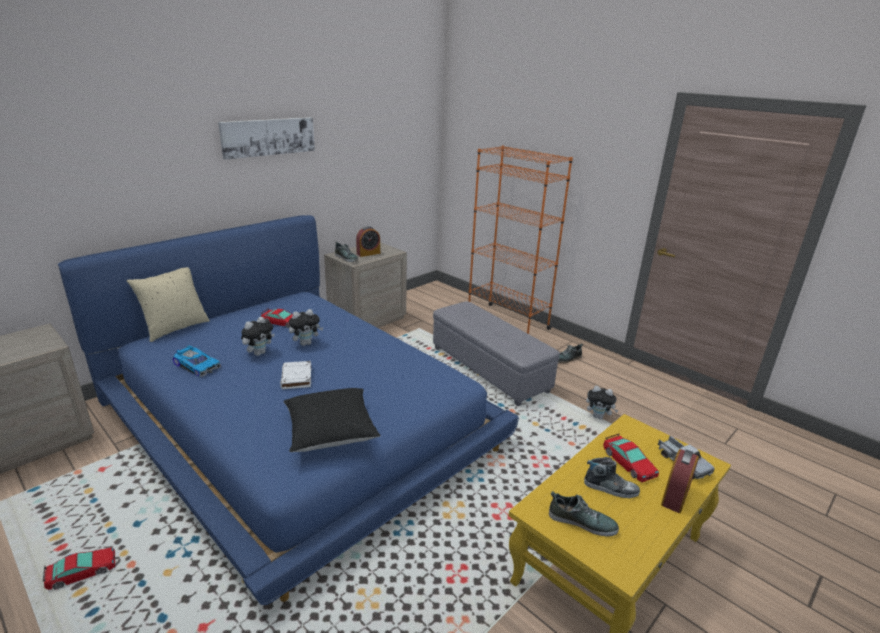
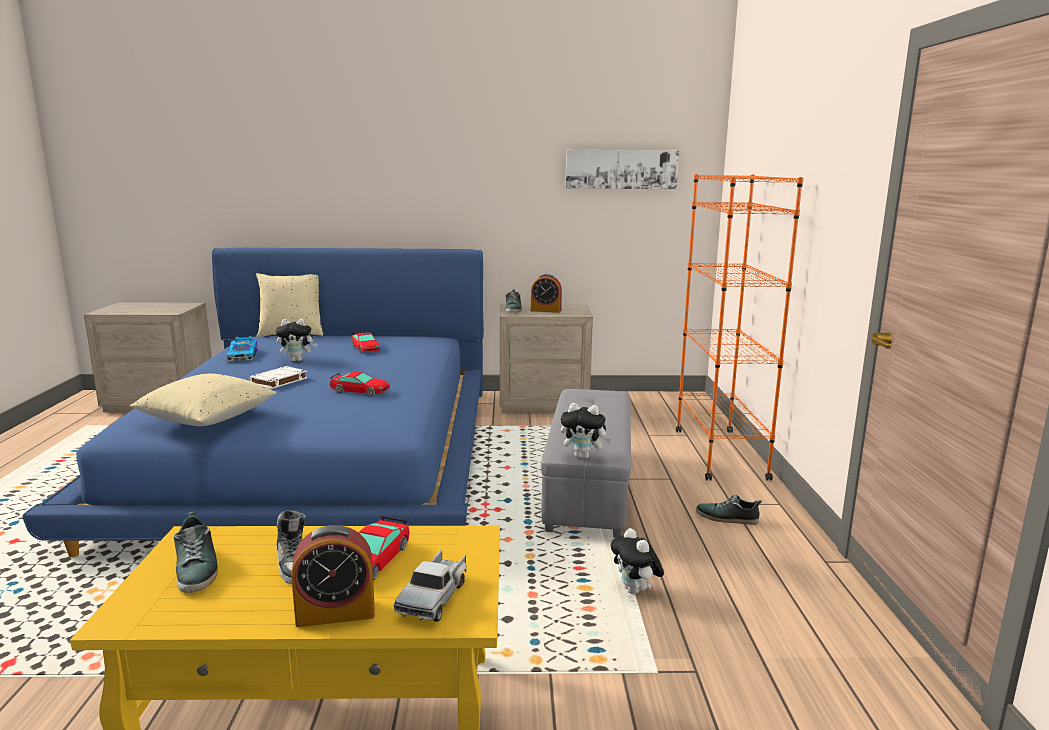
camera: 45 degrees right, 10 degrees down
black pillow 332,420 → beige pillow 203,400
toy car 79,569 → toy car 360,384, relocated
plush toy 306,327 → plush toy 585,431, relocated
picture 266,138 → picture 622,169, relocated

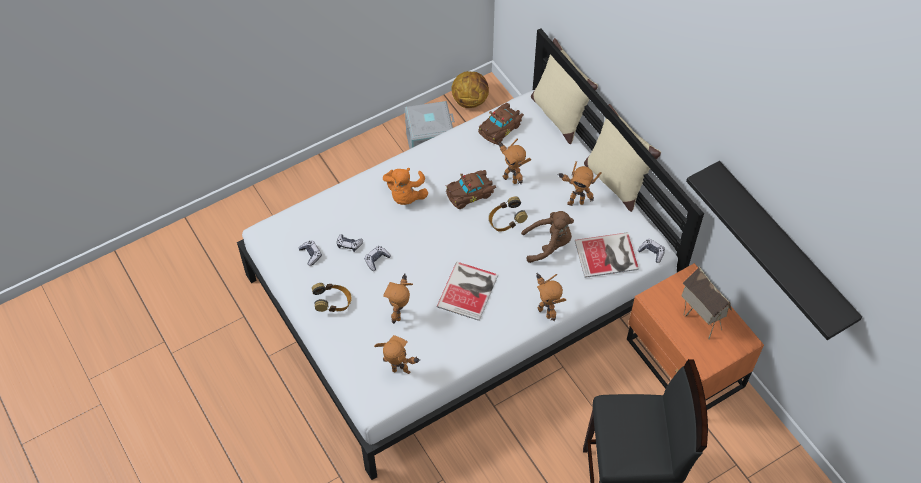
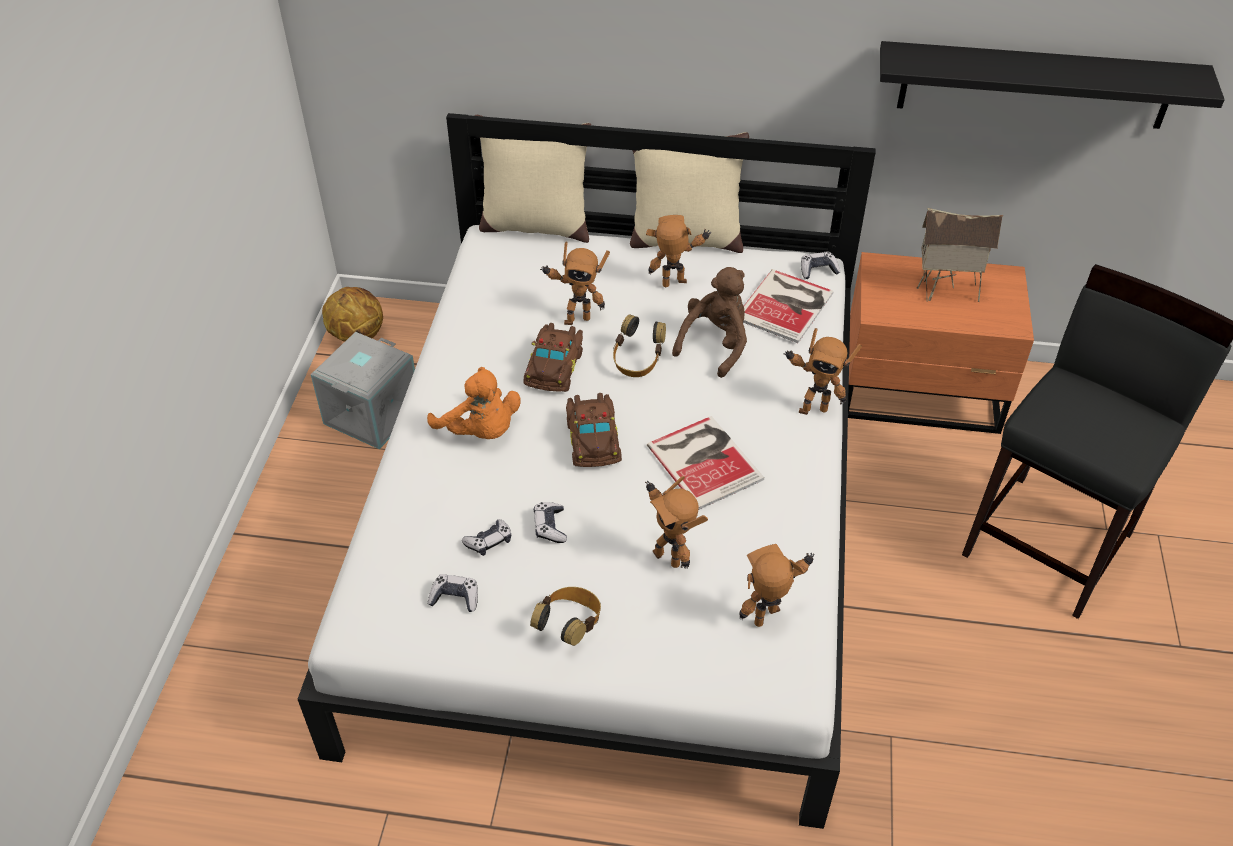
camera: 50 degrees left, 10 degrees down
brown toy car 501,124 → brown toy car 594,430, relocated
toy robot 580,183 → toy robot 679,251, 150 degrees counterclockwise

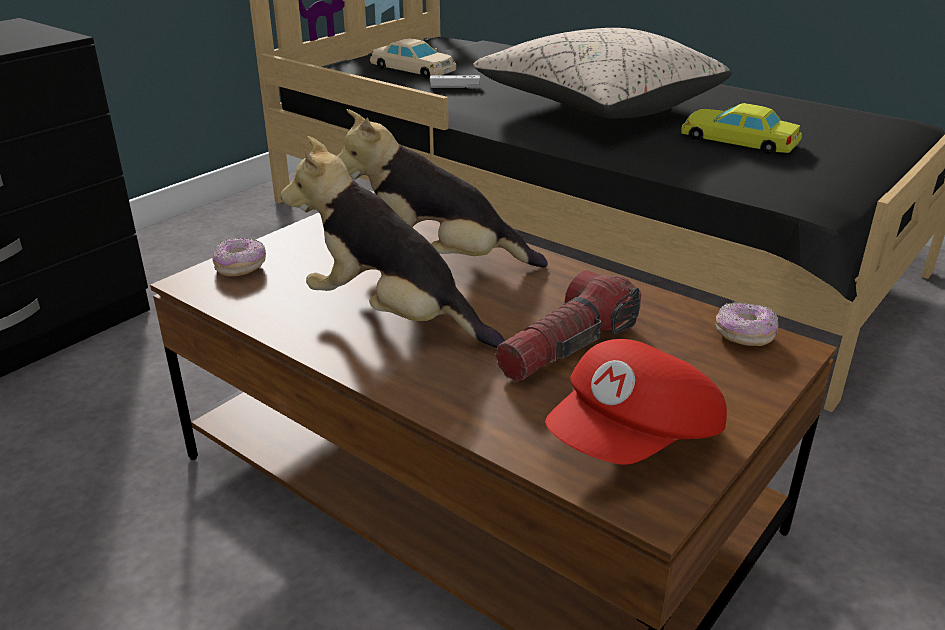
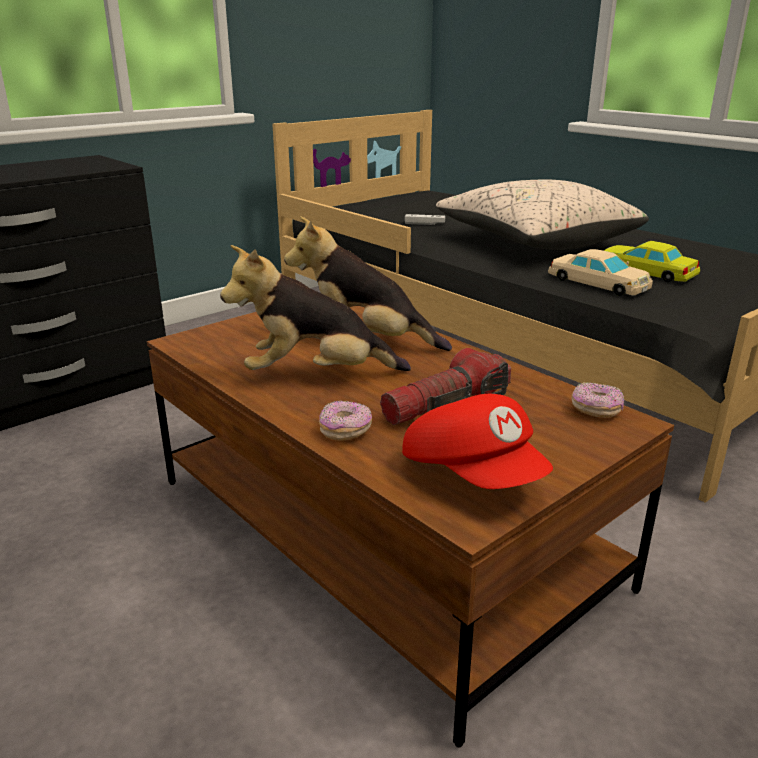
camera: 10 degrees right, 5 degrees down
plush toy 393,242 → plush toy 315,308, 45 degrees counterclockwise
donut 239,257 → donut 345,420, relocated
red cap 636,402 → red cap 477,441, 90 degrees counterclockwise
beige toy car 413,58 → beige toy car 600,272, relocated

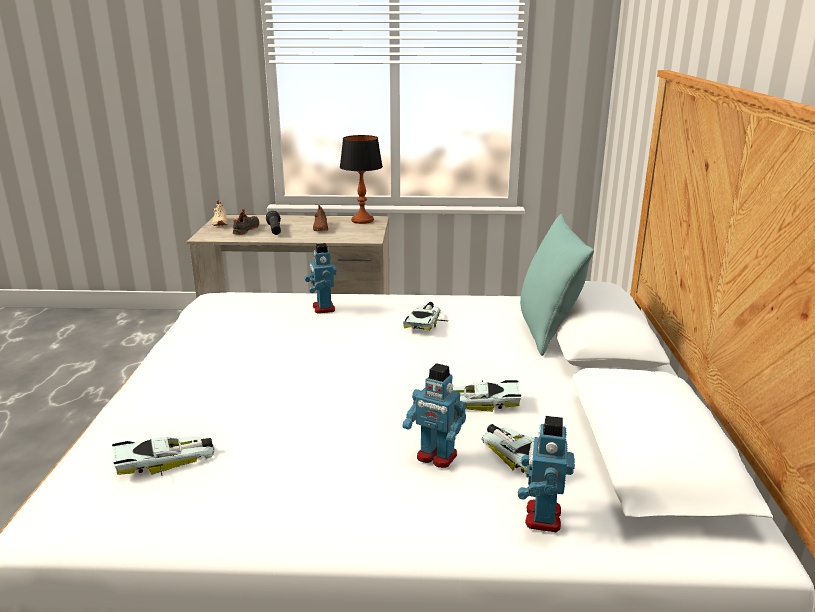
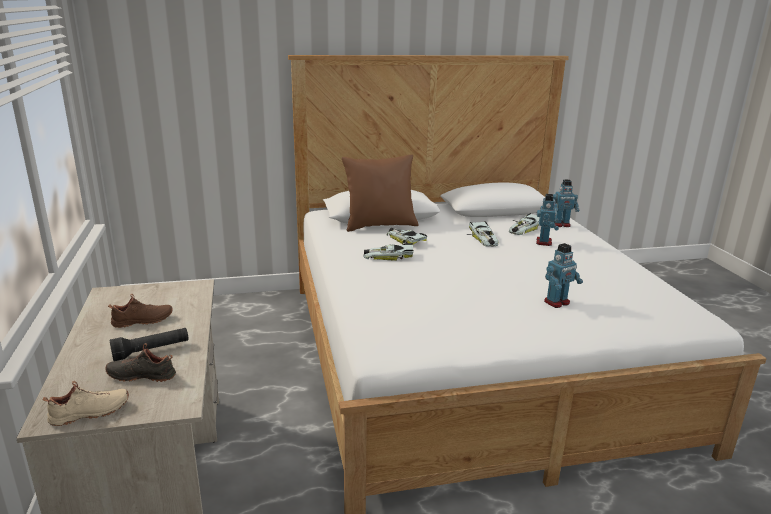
camera: 105 degrees left, 0 degrees up
turquoise pillow 557,285 → brown pillow 380,193
toy car 163,456 → toy car 407,236, relocated
toy robot 320,278 → toy robot 563,275, relocated
table lamp 361,179 → -

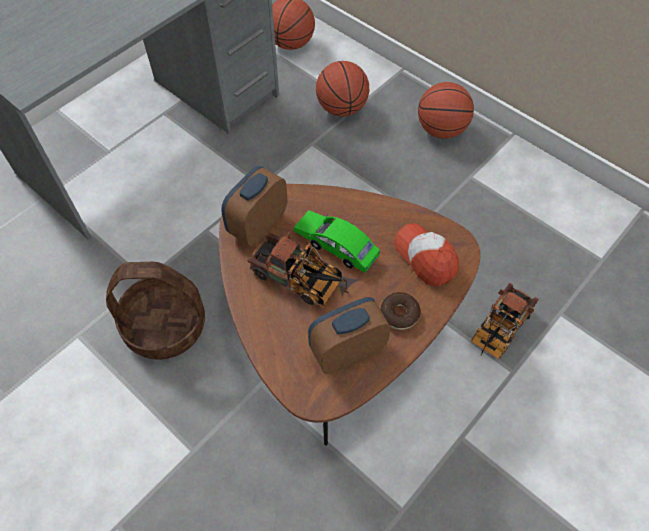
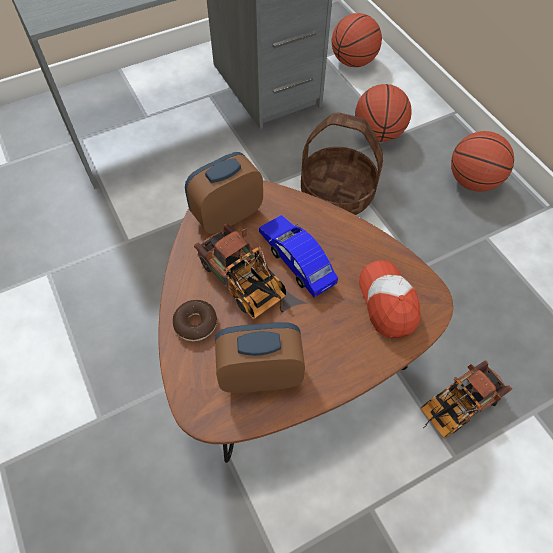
camera: 20 degrees right, 0 degrees up
donut 400,311 → donut 195,321, relocated
green toy car 337,242 → blue toy car 298,256
basket 155,311 → basket 342,164, relocated

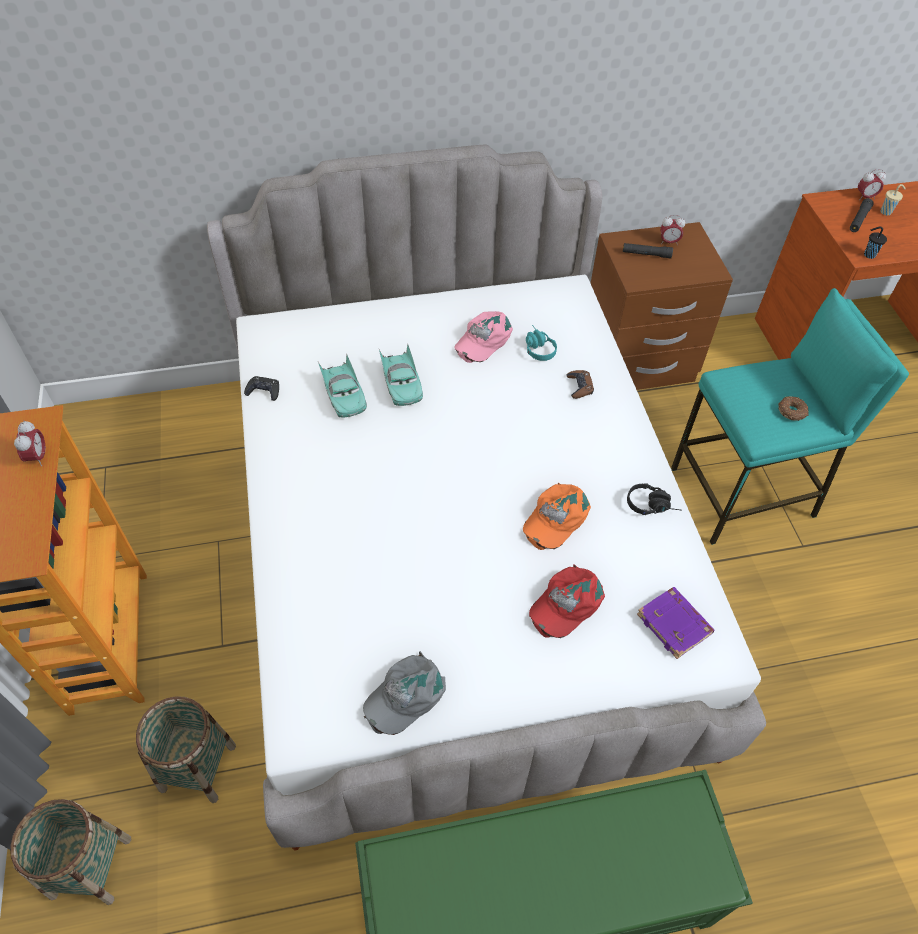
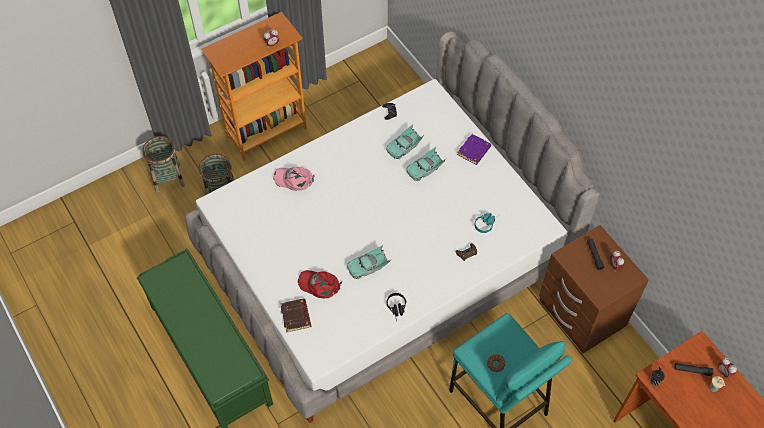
camera: 70 degrees right, 5 degrees up
pink cap 483,337 → pink cap 294,179, relocated
- → brown book 295,315
orange cap 557,516 → turquoise toy car 368,262
purple book 675,623 → purple book 474,149, relocated
grey cap 404,693 → -

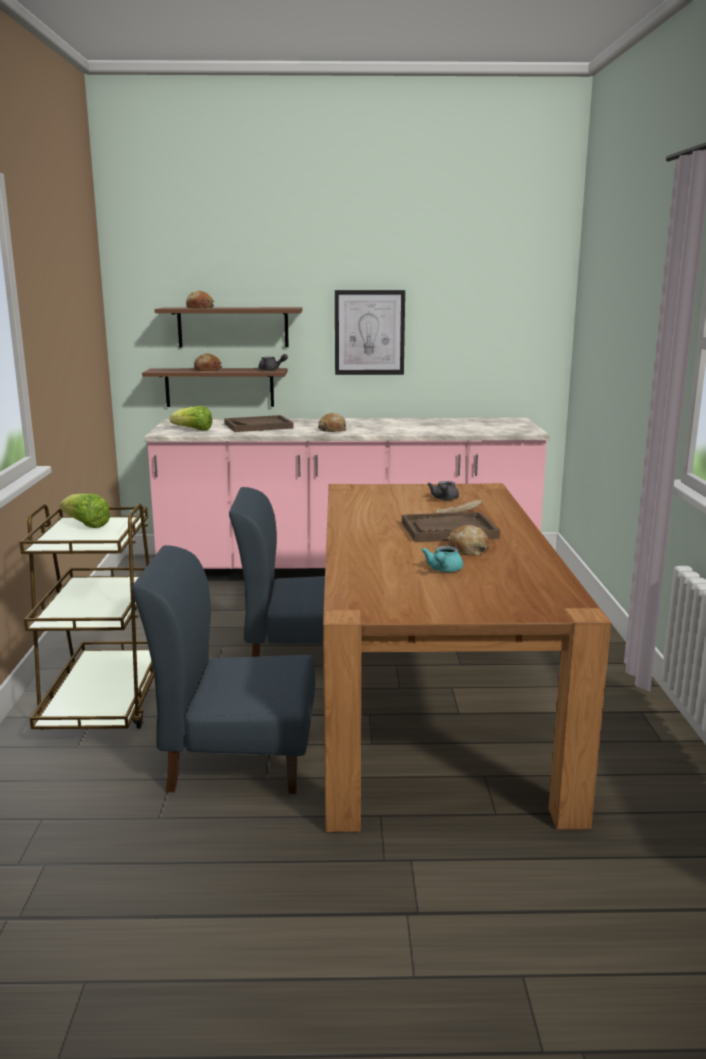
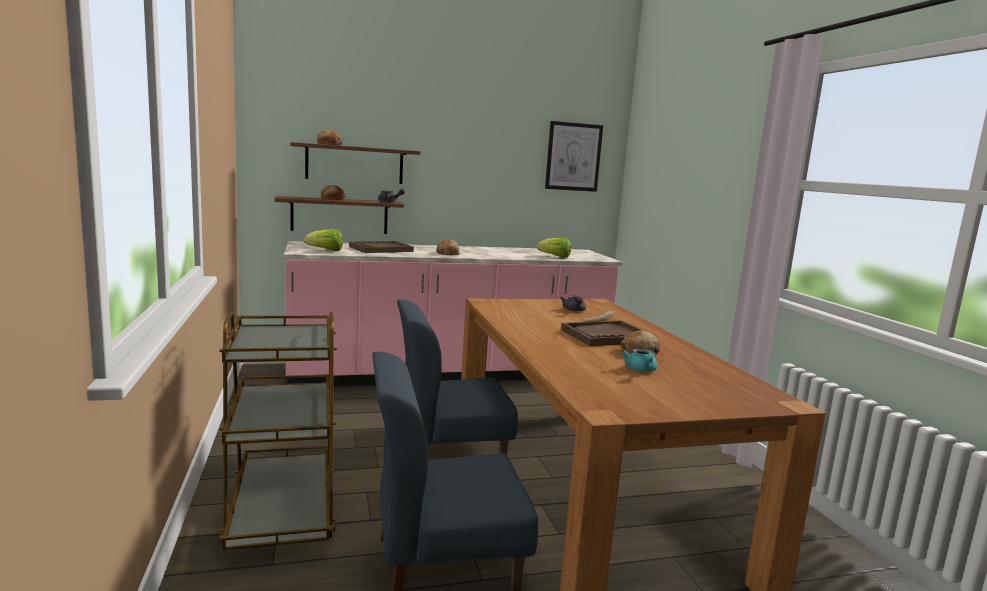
camera: 15 degrees left, 5 degrees down
lettuce 85,510 → lettuce 554,248, relocated
picture 370,332 → picture 574,156, relocated

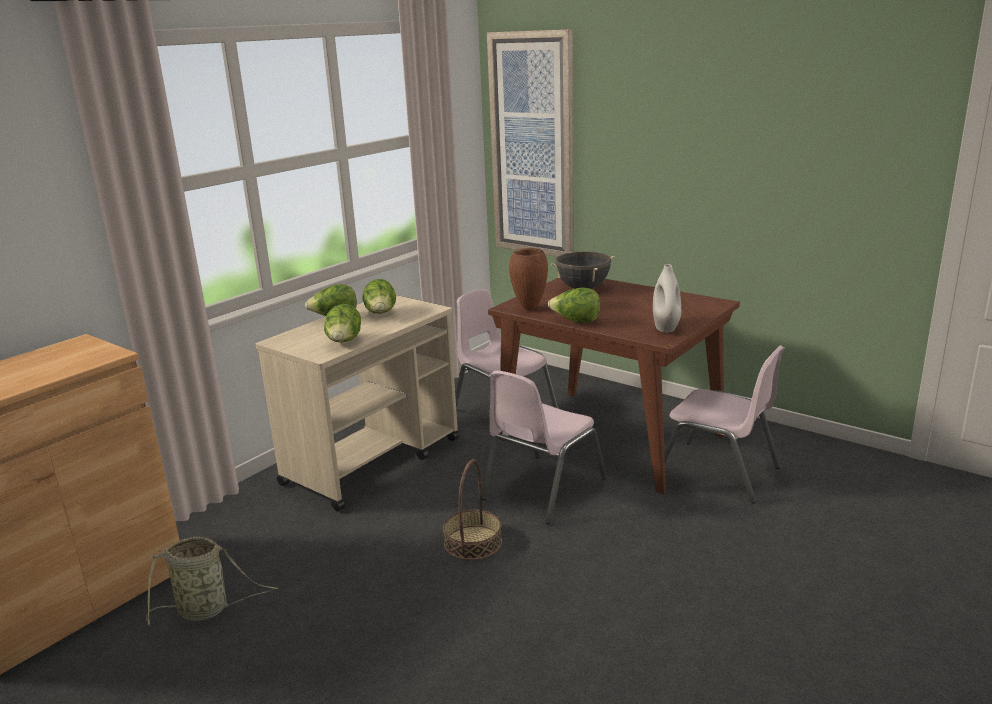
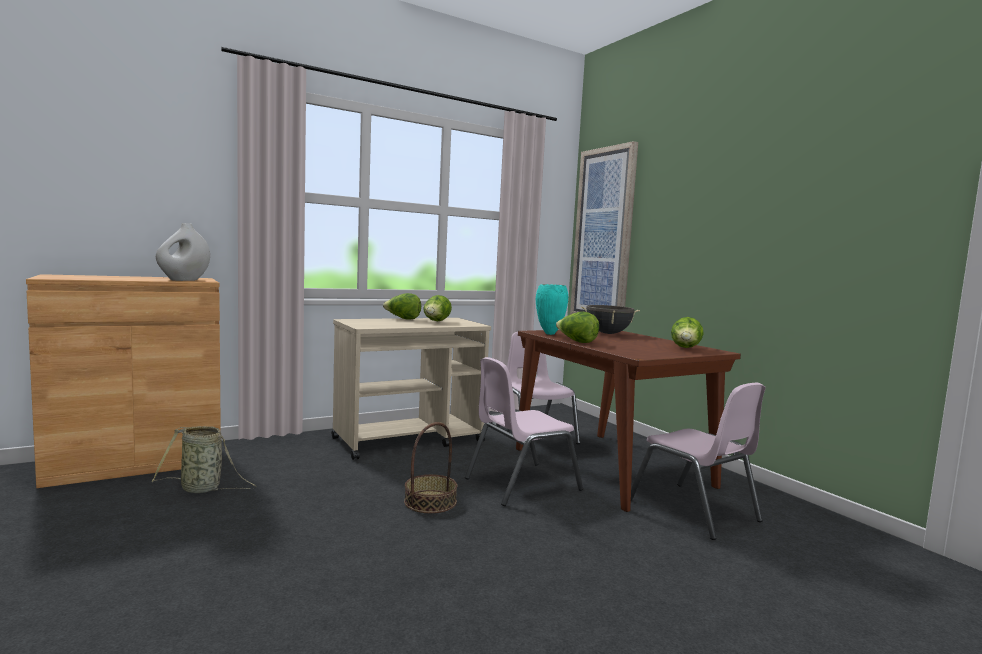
camera: 20 degrees right, 15 degrees down
white vase 667,298 → white vase 183,252, relocated
brown vase 528,279 → turquoise vase 552,309
lettuce 342,323 → lettuce 687,332, relocated

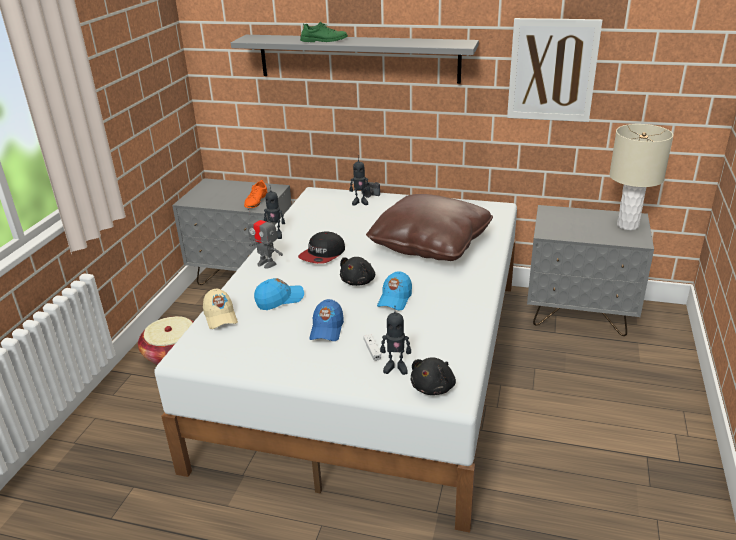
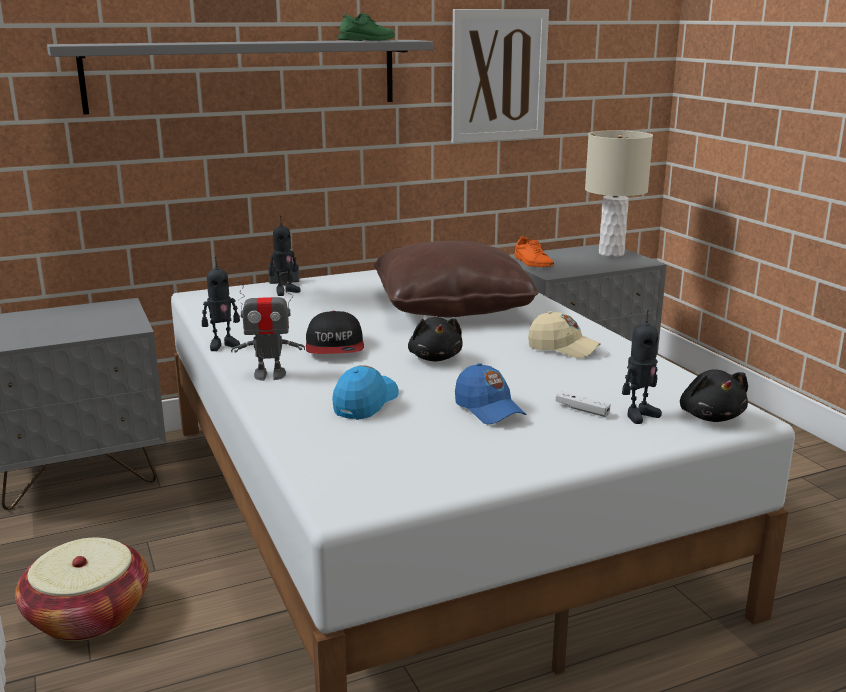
camera: 40 degrees left, 10 degrees down
green shoe 324,32 → green shoe 366,27, relocated
orange shoe 256,194 → orange shoe 534,251, relocated
beige cap 220,309 → beige cap 564,334, relocated
blue cap 394,291 → -

